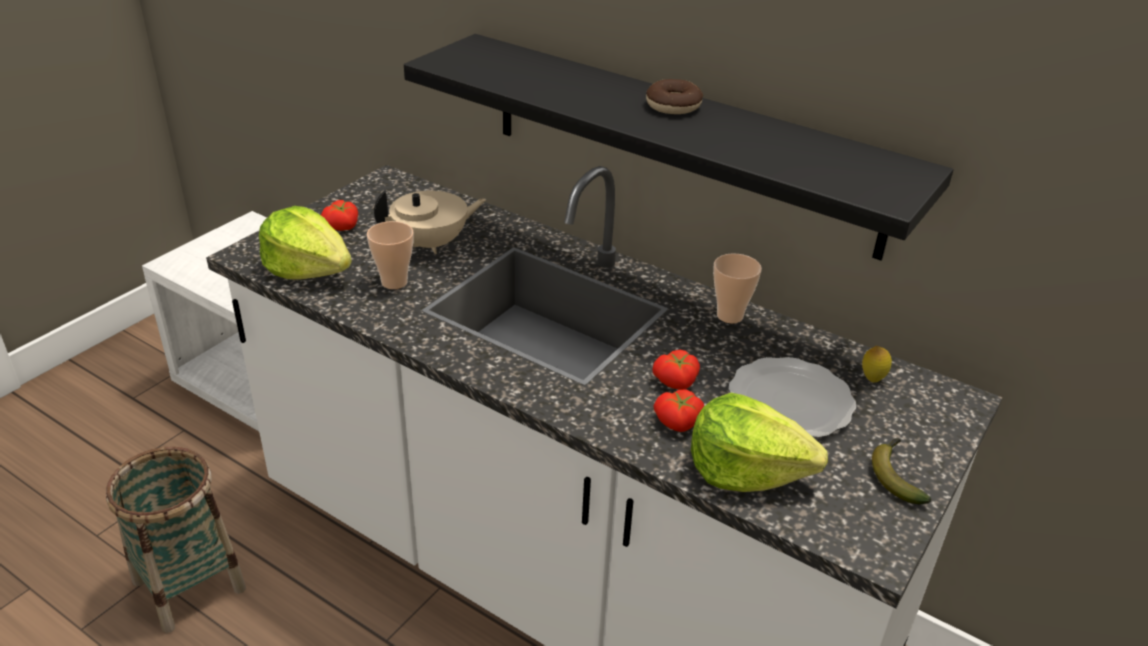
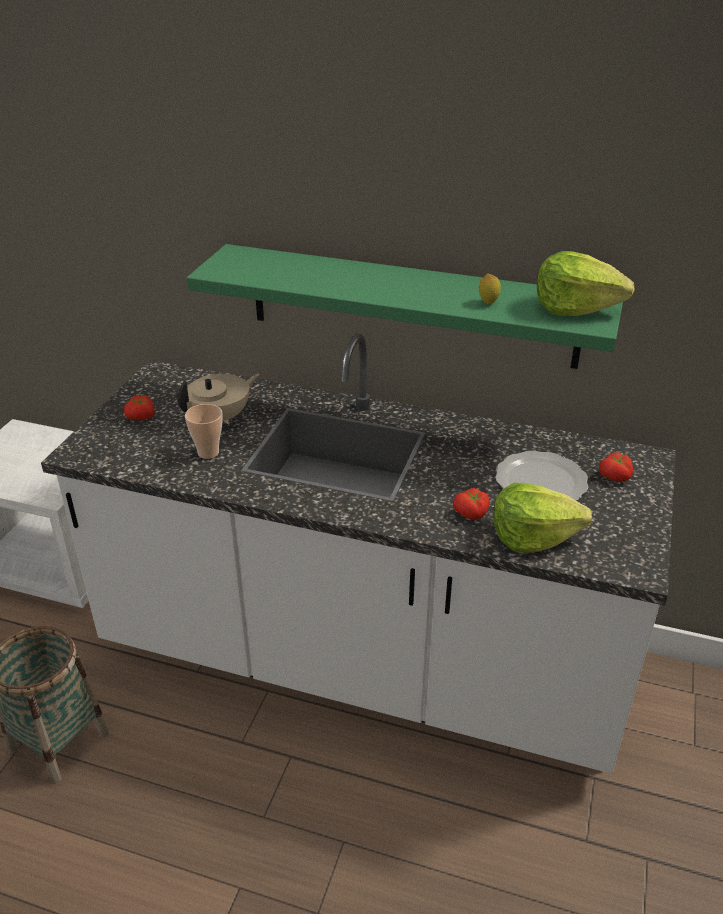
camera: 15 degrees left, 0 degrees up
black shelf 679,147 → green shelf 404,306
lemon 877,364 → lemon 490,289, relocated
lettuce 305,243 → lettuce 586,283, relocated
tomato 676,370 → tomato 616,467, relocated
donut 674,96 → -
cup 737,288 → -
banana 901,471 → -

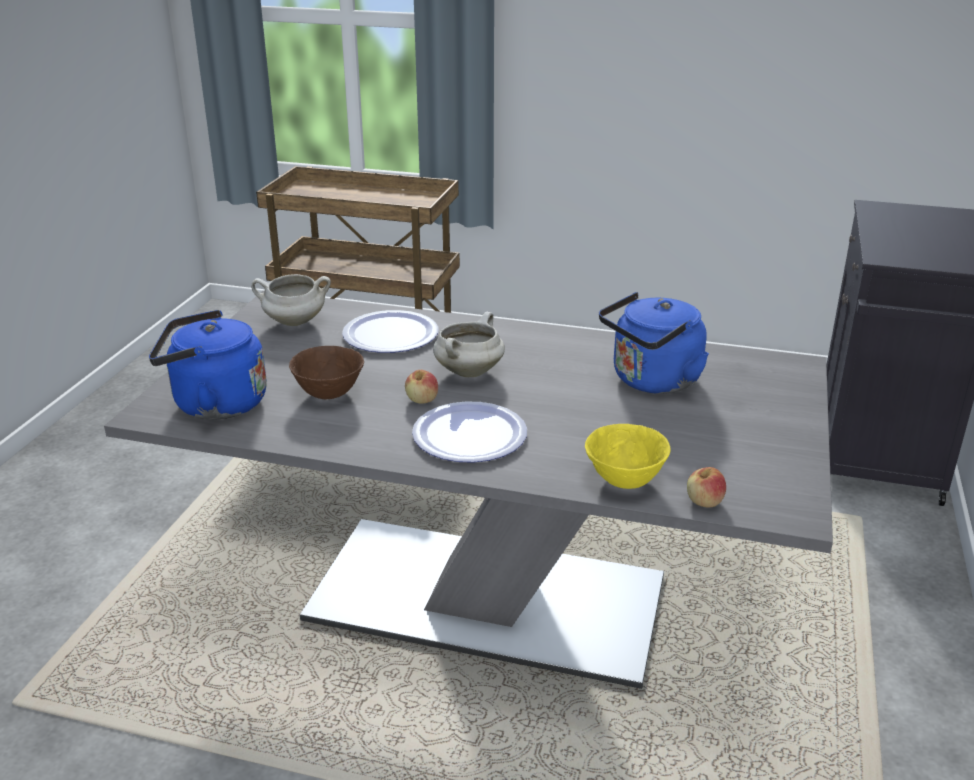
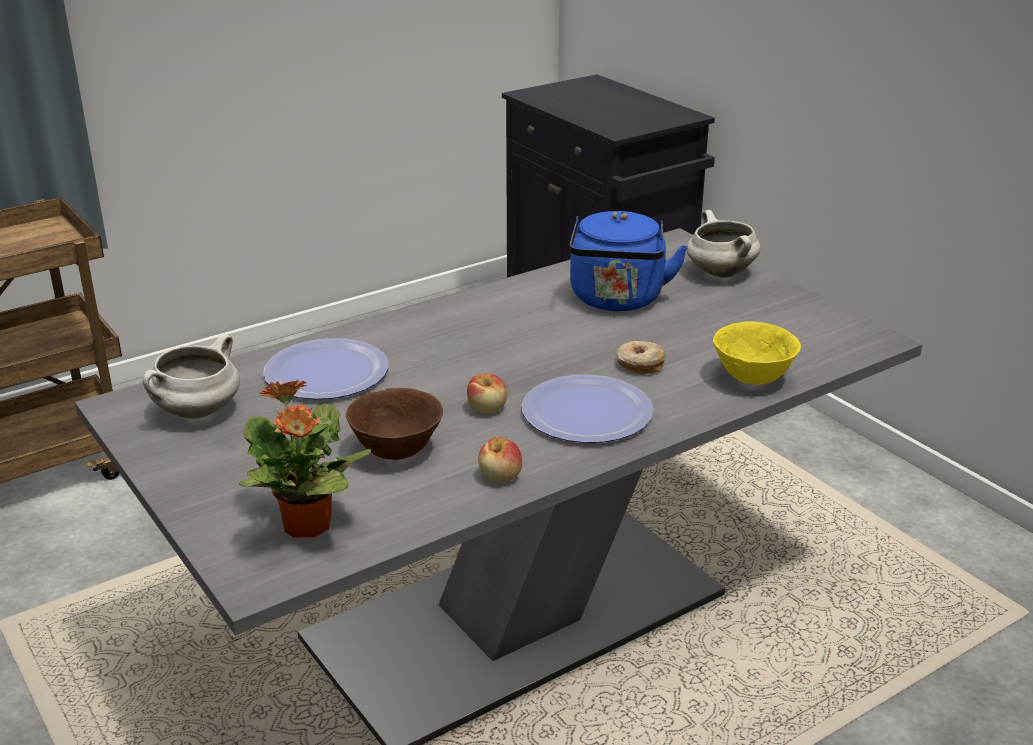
camera: 50 degrees left, 0 degrees up
blue kettle 208,365 → potted plant 305,459
apple 706,487 → apple 500,459, relocated
- → donut 641,358
white cooking pot 469,344 → white cooking pot 724,244, relocated

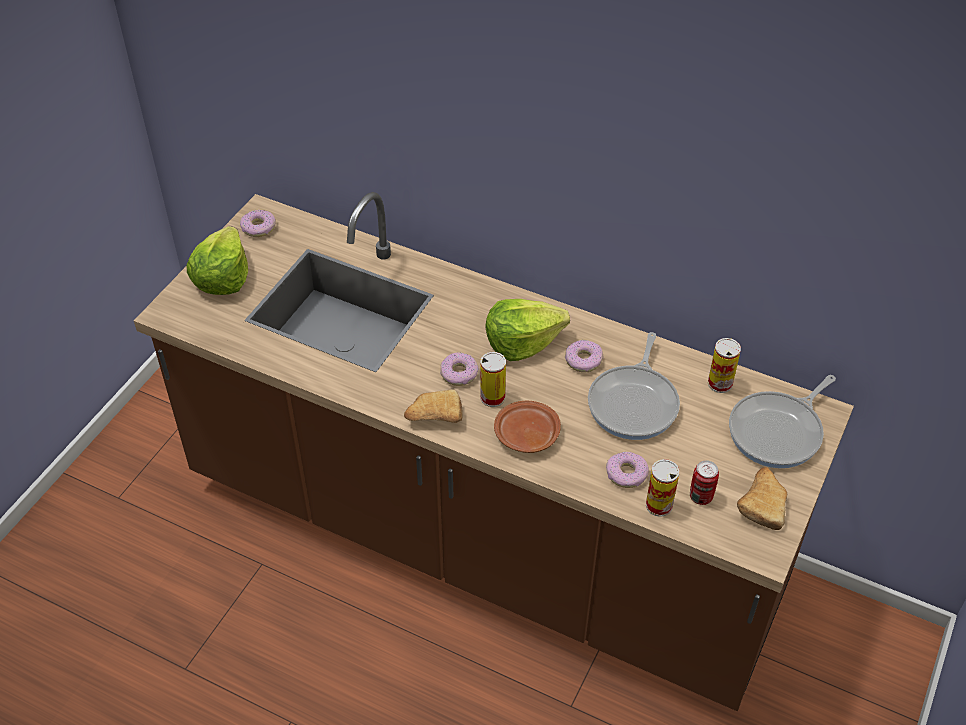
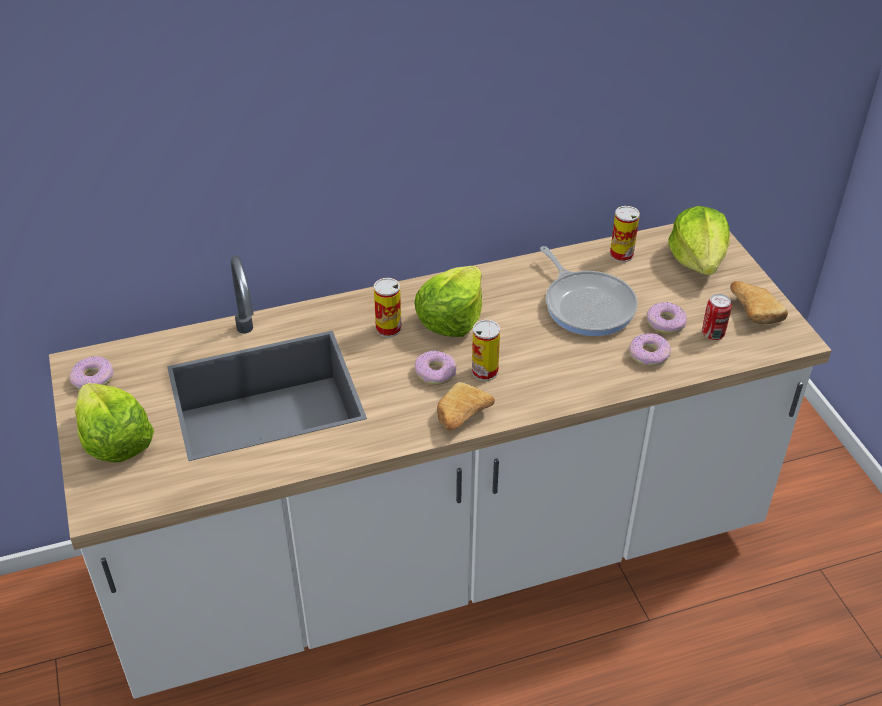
camera: 45 degrees left, 5 degrees down
brown counter 494,451 → white counter 440,461
can 663,488 → can 388,307, relocated
donut 584,356 → donut 666,318, relocated
frying pan 782,421 → lettuce 699,240
brown plate 527,427 → -

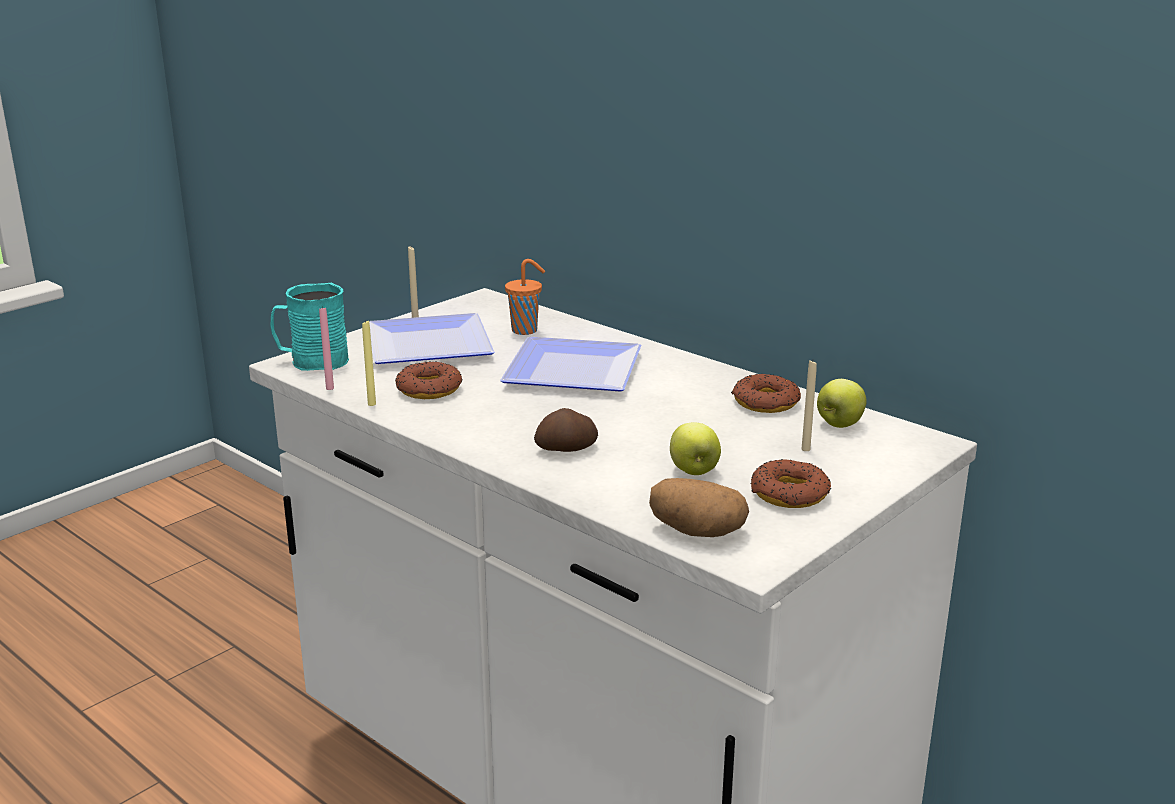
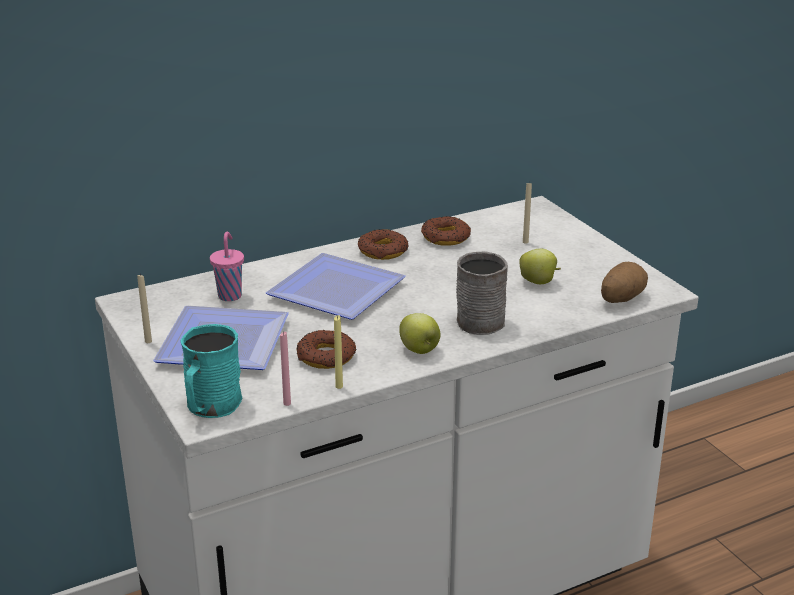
camera: 70 degrees left, 5 degrees up
orange cup 525,297 → pink cup 227,266
donut 790,483 → donut 383,244, relocated
apple 842,403 → apple 419,333, relocated
potato 566,430 → grey mug 482,293

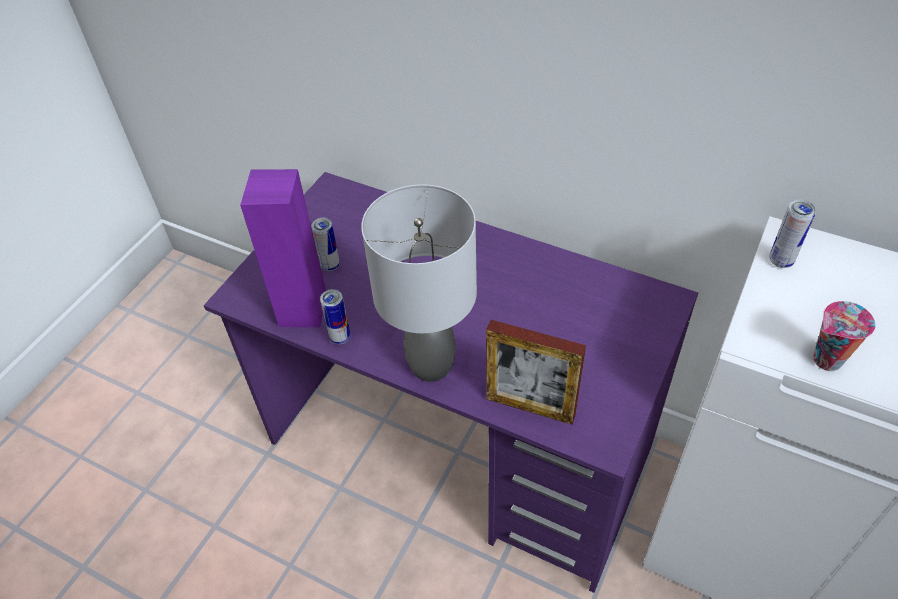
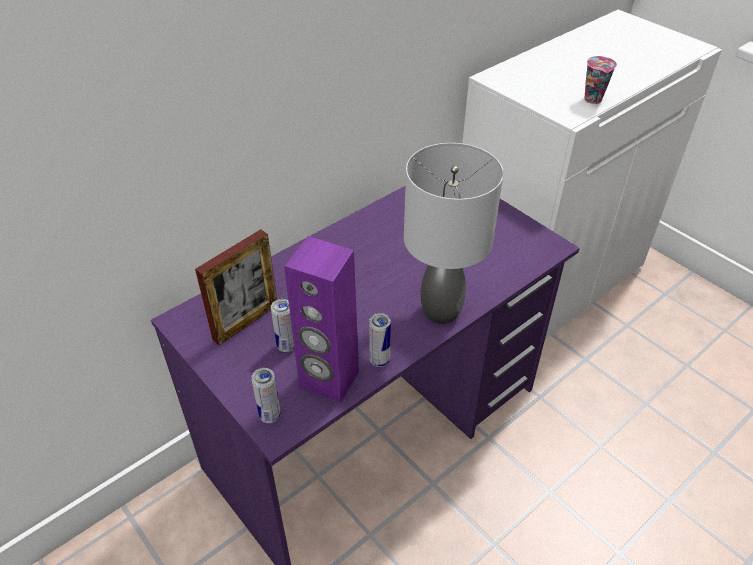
camera: 70 degrees left, 5 degrees down
picture frame 536,372 → picture frame 236,287, relocated
can 792,234 → can 266,395, relocated

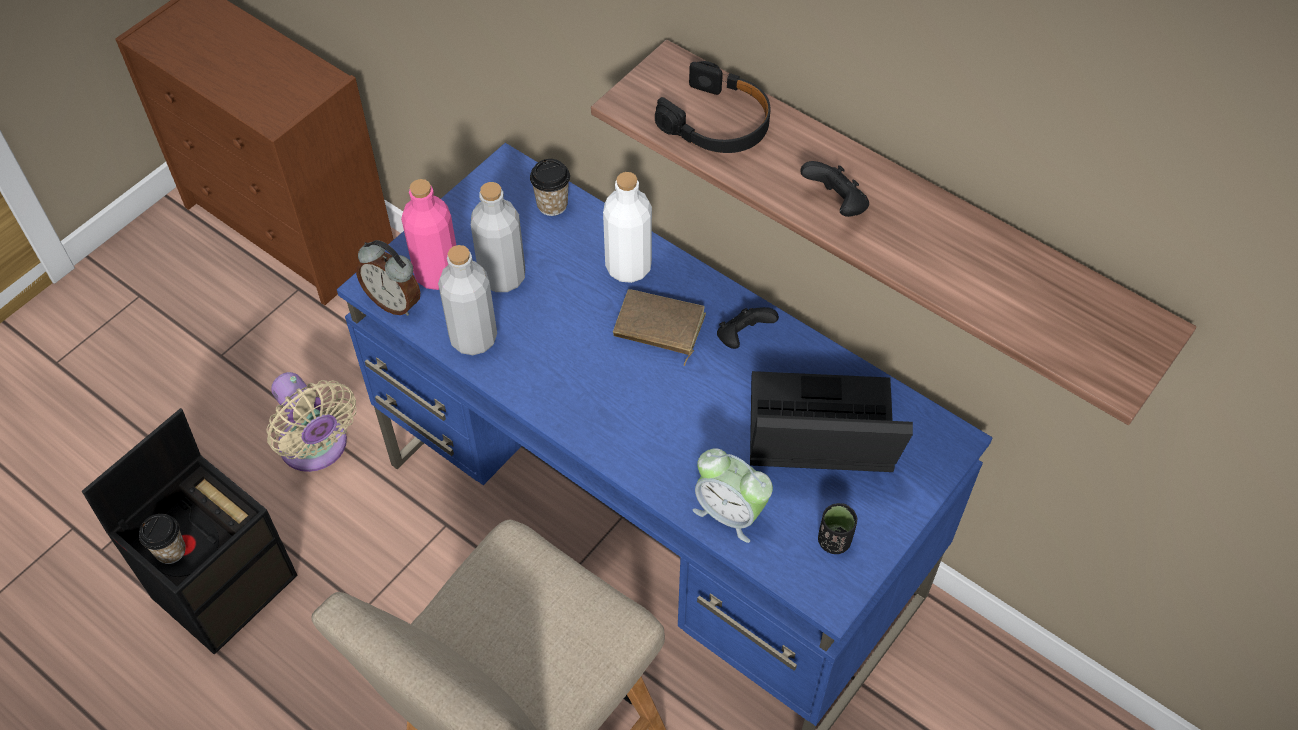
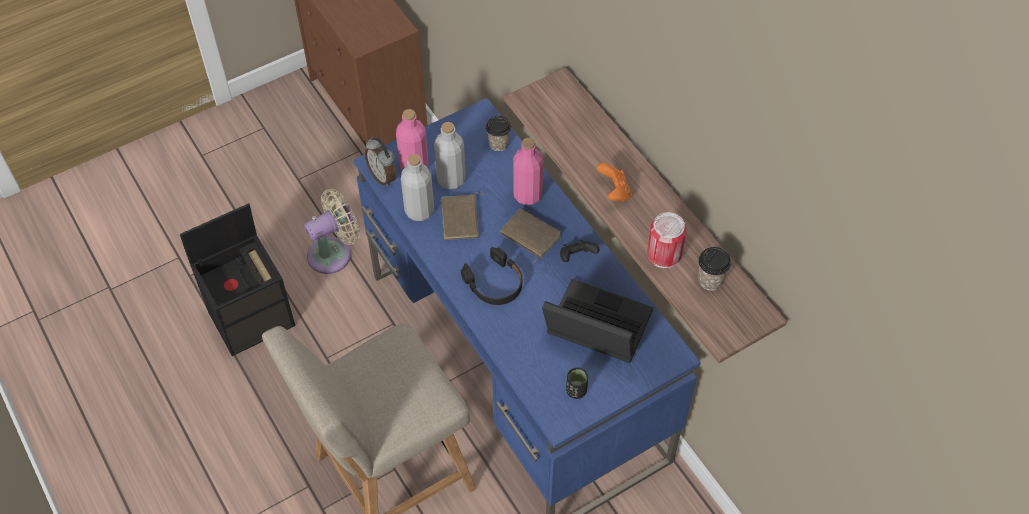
camera: 20 degrees right, 0 degrees up
beige fan 311,422 → beige fan 332,231, 105 degrees counterclockwise
- → brown book 463,216
black headphones 713,107 → black headphones 491,276, relocated
white bottle 627,227 → pink bottle 528,171
black game controller 834,189 → orange game controller 614,182
- → can 667,240
cup 162,539 → cup 714,269, relocated
alarm clock 733,495 → -

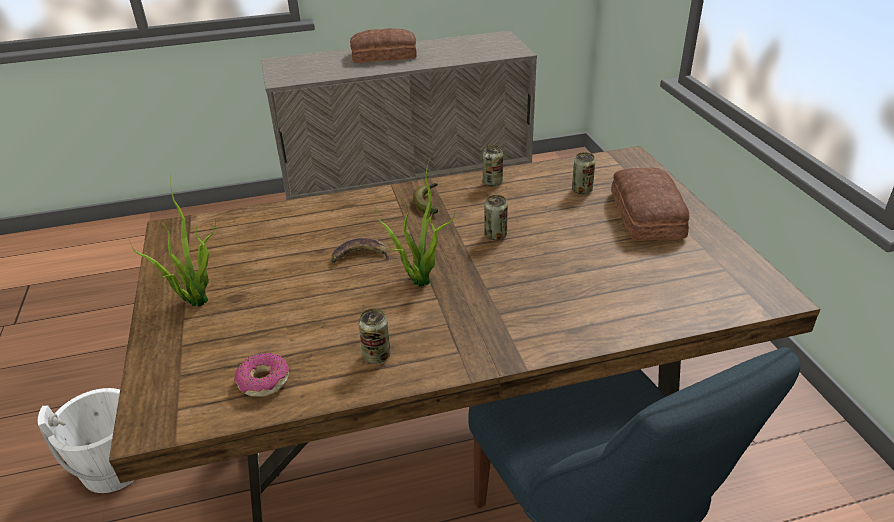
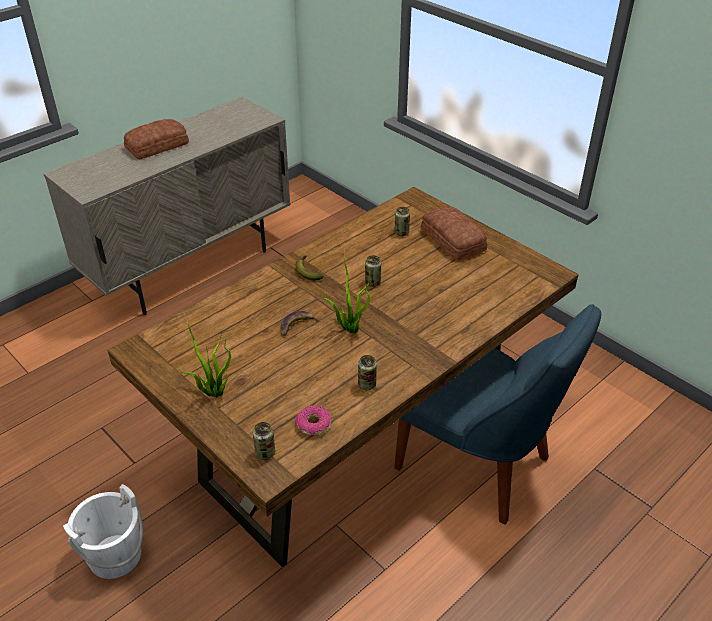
camera: 30 degrees left, 5 degrees up
can 493,165 → can 264,441, relocated

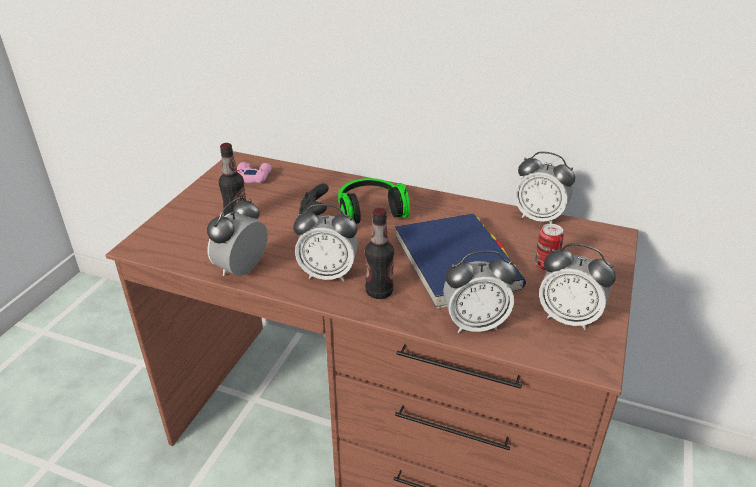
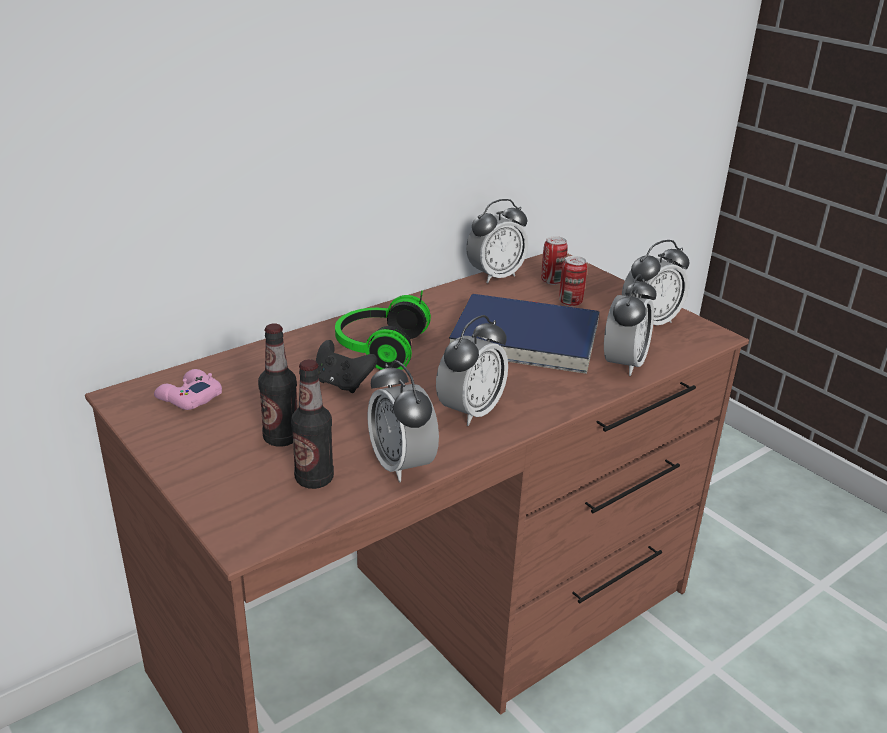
camera: 60 degrees left, 5 degrees down
bottle 379,253 → bottle 312,424, relocated
- → can 554,260

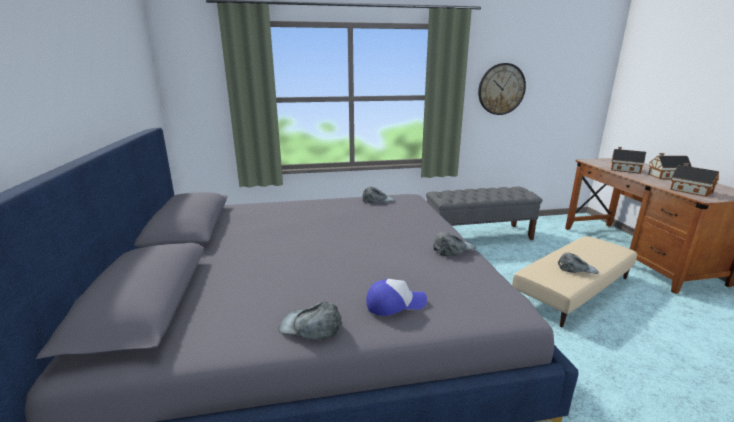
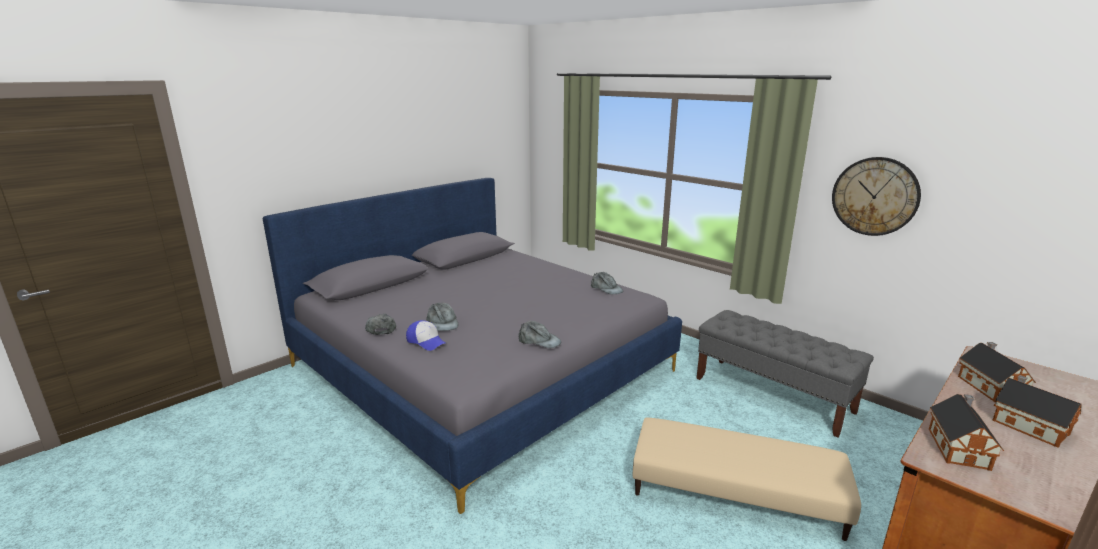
camera: 55 degrees right, 0 degrees up
grey cap 578,263 → grey cap 443,317, relocated

